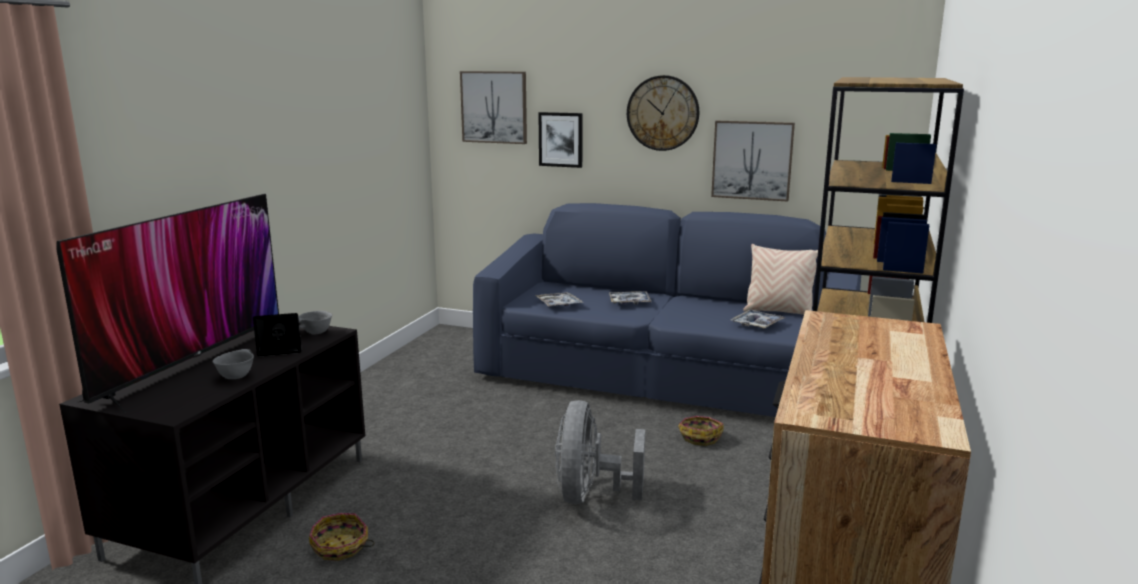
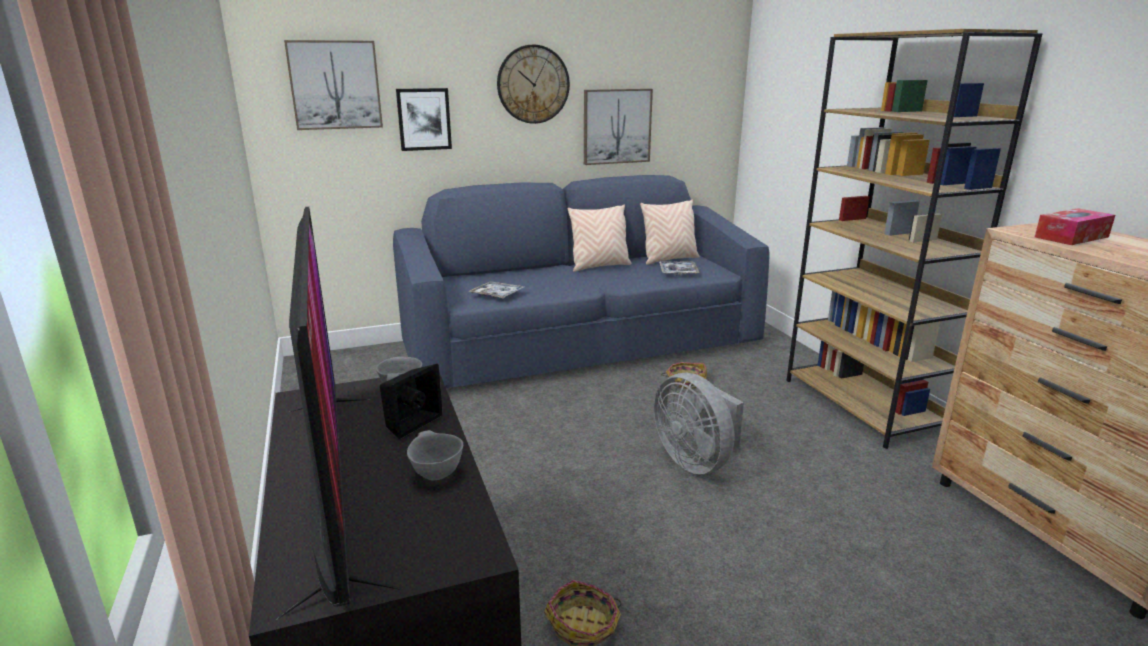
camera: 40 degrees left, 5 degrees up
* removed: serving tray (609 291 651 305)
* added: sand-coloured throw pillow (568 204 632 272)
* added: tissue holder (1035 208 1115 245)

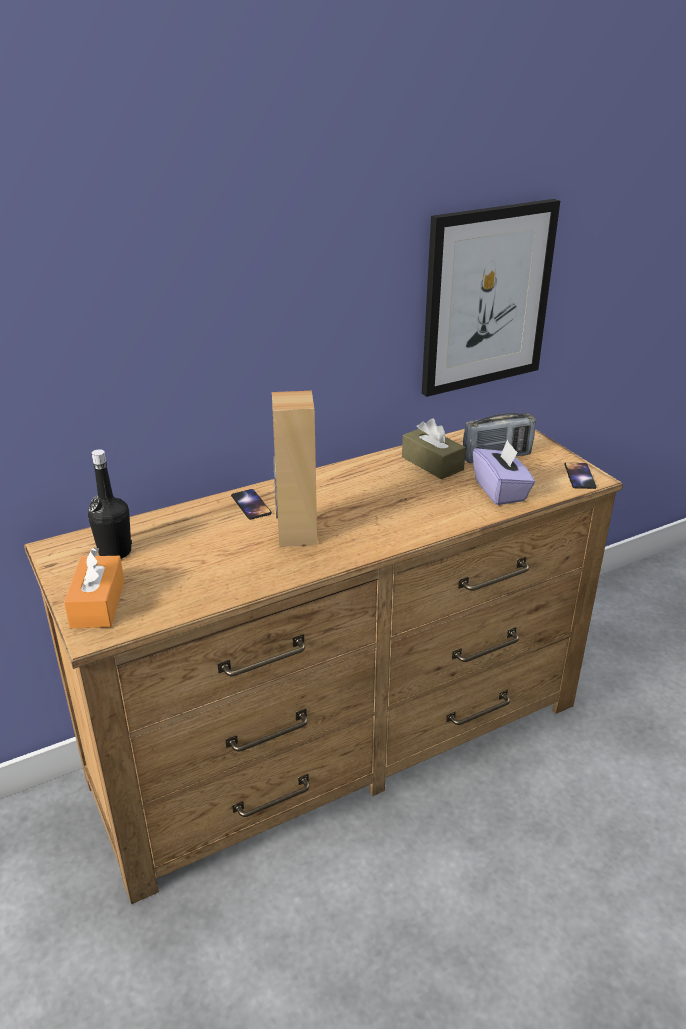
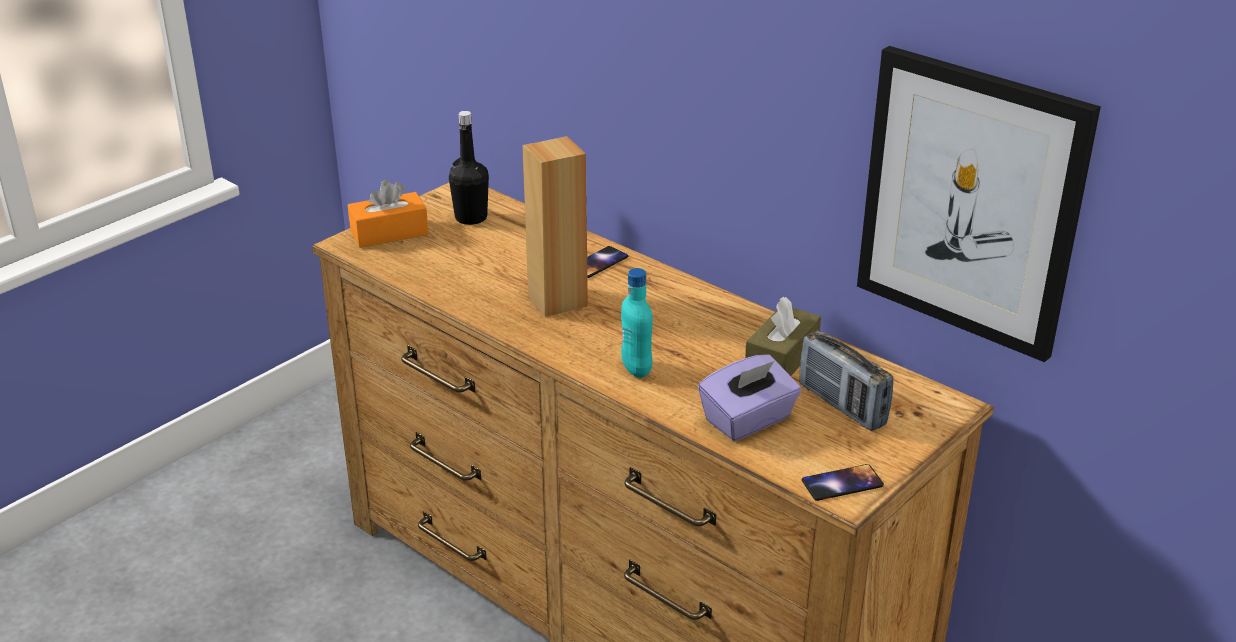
camera: 70 degrees right, 0 degrees up
* added: turquoise-coloured beverage bottle (621 268 653 378)

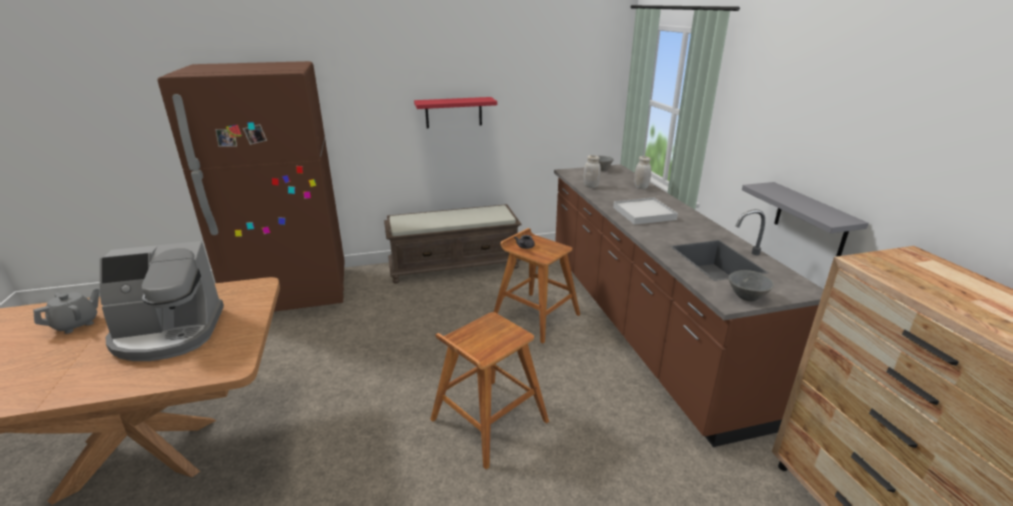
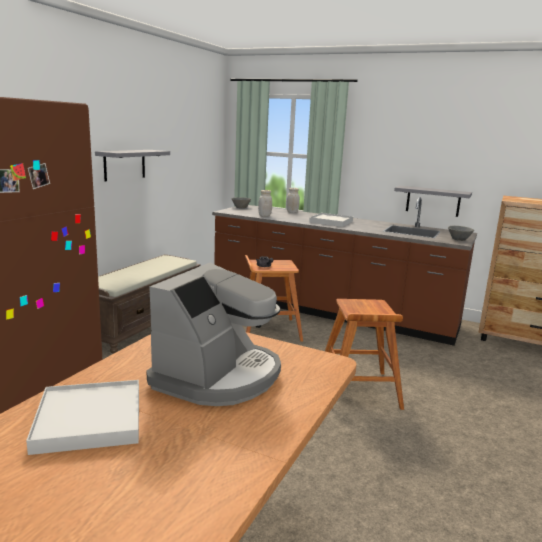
camera: 50 degrees left, 10 degrees down
* replaced: gray teapot (33 288 100 334) to white-coloured serving tray (26 380 139 455)
* recoloured: red-coloured wall shelf (414 97 497 128) to gray wall shelf (95 150 170 182)

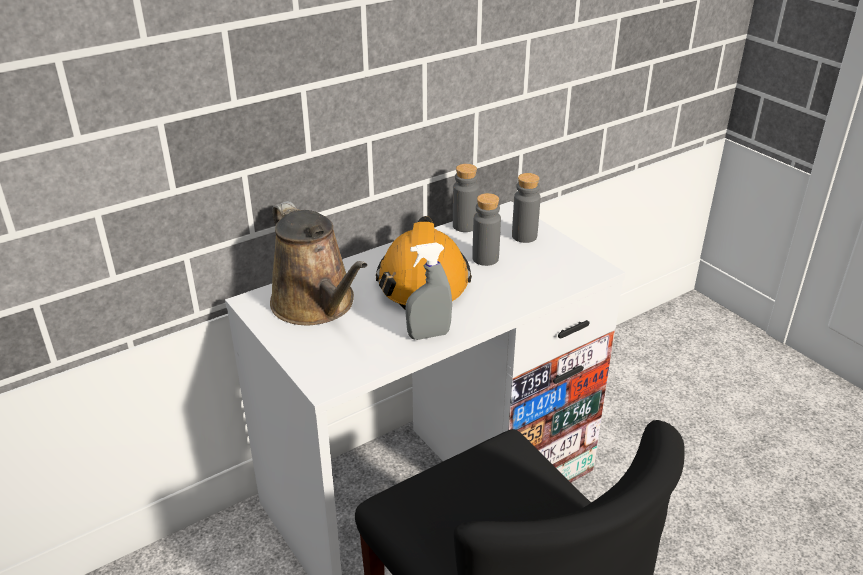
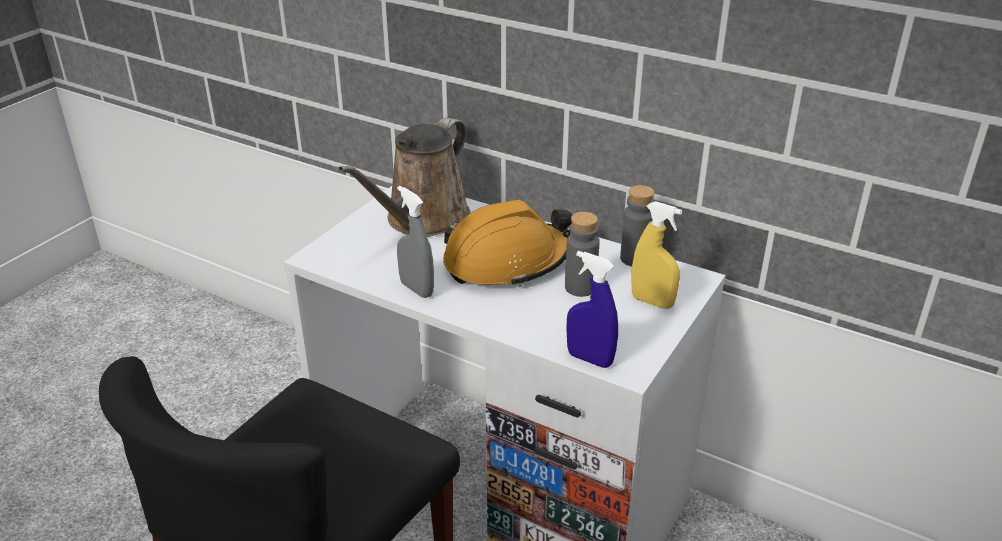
camera: 65 degrees right, 0 degrees up
* replaced: gray beverage bottle (512 173 541 243) to yellow-coloured spray bottle (632 201 682 309)
* added: blue-coloured spray bottle (567 251 618 368)

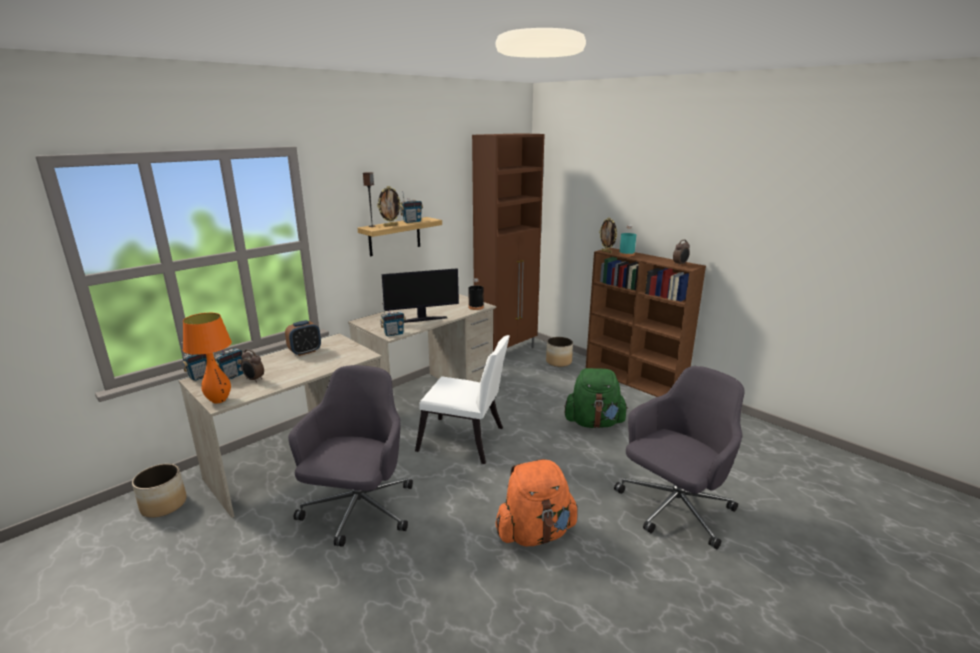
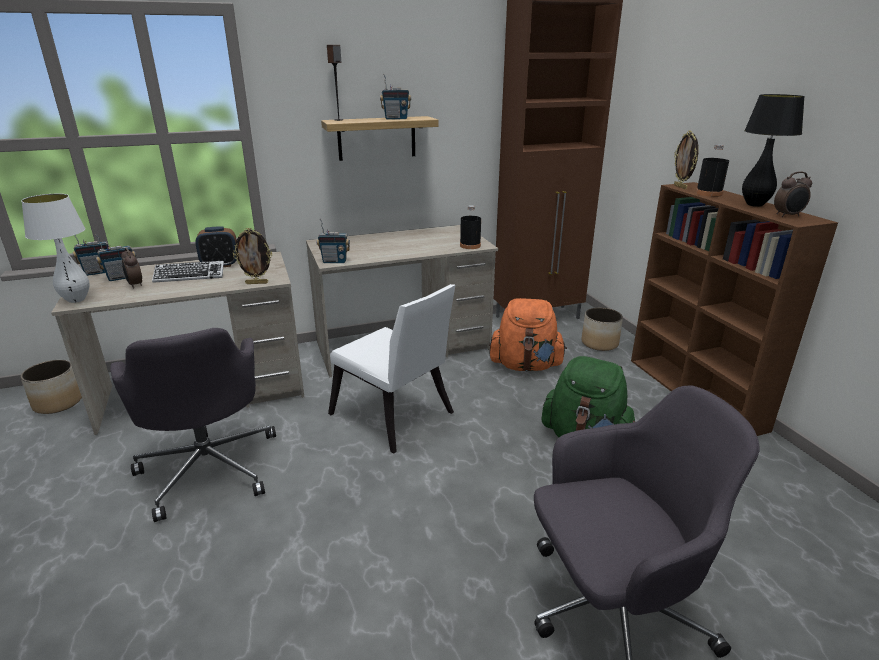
camera: 25 degrees right, 5 degrees up
* recoloured: orange table lamp (183 313 232 404) to white-coloured table lamp (21 194 90 303)
* turned: gray computer chair (288 365 413 547) = (110 328 276 522) 120 degrees clockwise
* moved: standing frame (377 186 402 227) to (233 228 272 284)
* removed: computer display (382 268 459 323)
* moved: orange backpack (495 459 577 546) to (489 298 567 371)
* recoloured: turquoise-coloured beverage bottle (619 225 636 257) to blackish beverage bottle (696 144 729 197)
* added: keyboard (152 261 224 283)
* added: blackish table lamp (742 94 805 207)

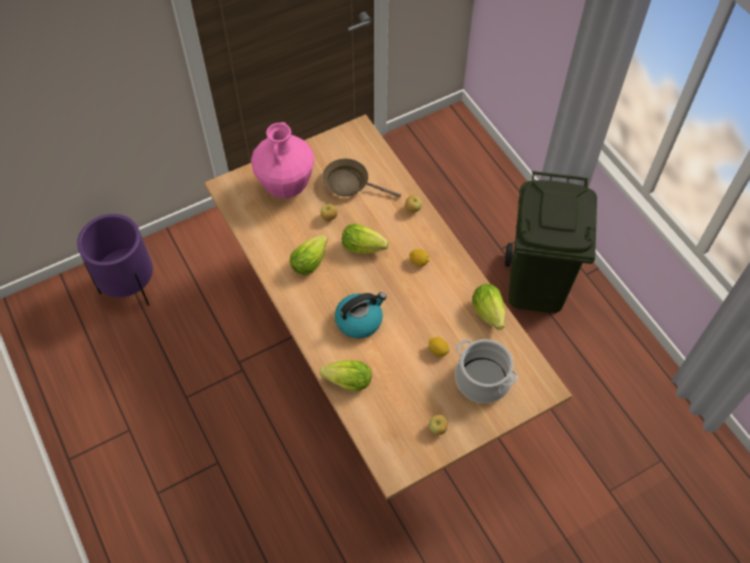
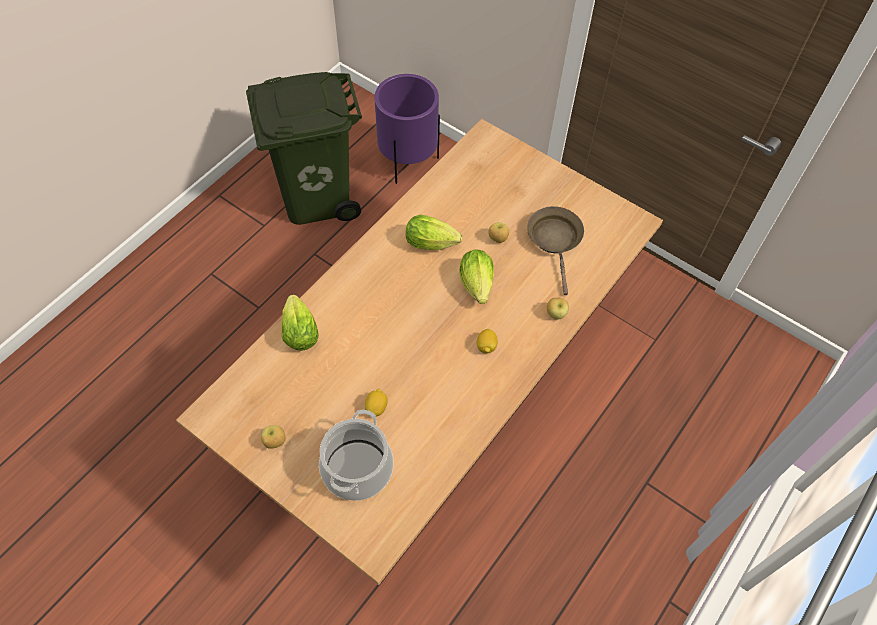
camera: 65 degrees right, 0 degrees up
* removed: pink-coloured flower vase (251 122 314 199)
* removed: water kettle (335 292 387 338)
* removed: head of lettuce (472 284 505 330)
* moved: green rubbish bin (505 171 597 313) to (246 72 362 225)

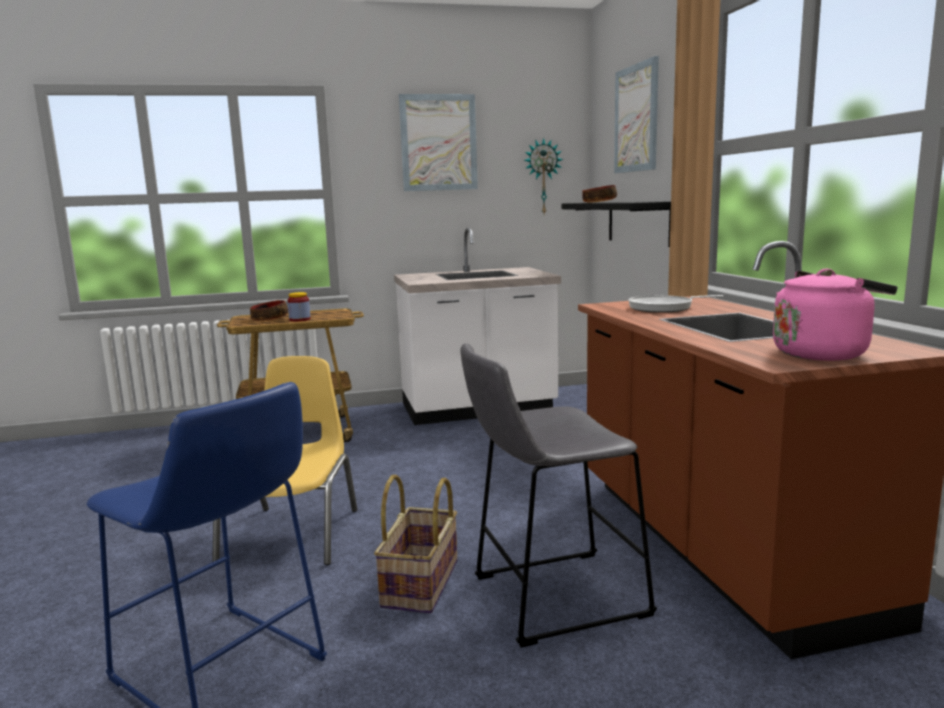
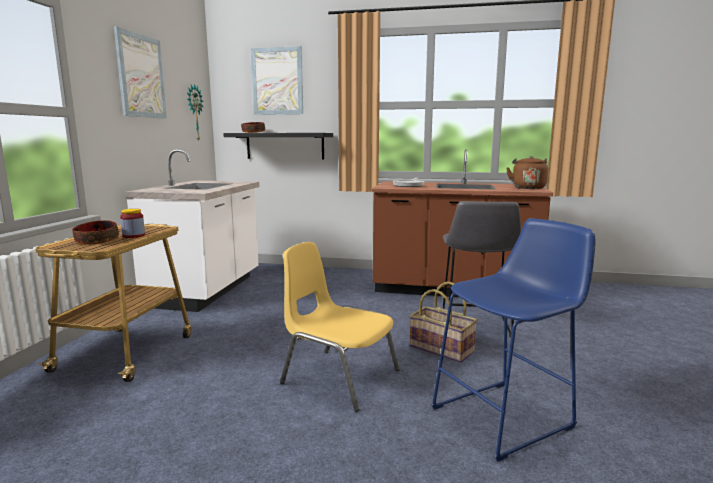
camera: 65 degrees left, 0 degrees up
* recoloured: pink-coloured water kettle (773 269 897 361) to brown-coloured water kettle (506 156 548 189)

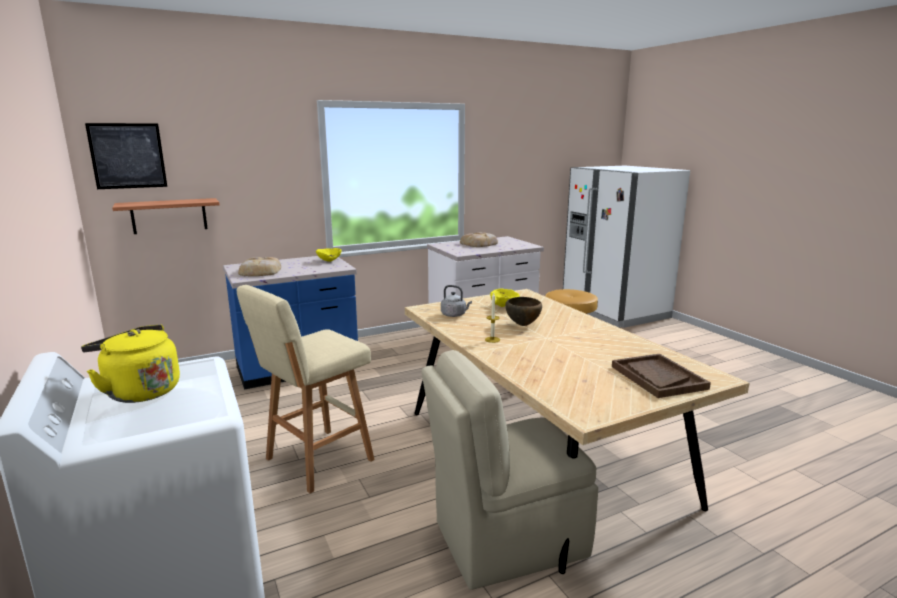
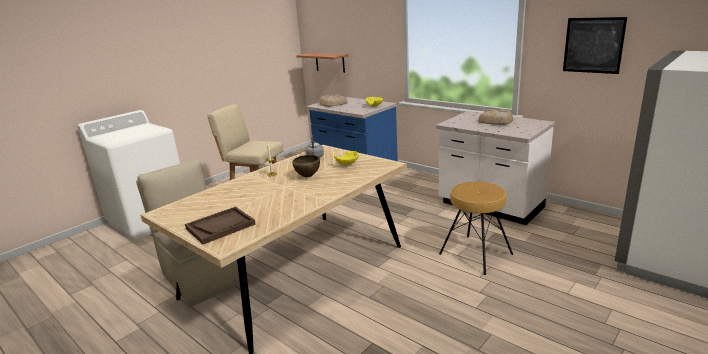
camera: 70 degrees right, 5 degrees up
* removed: yellow-coloured water kettle (81 324 180 403)
* moved: picture (85 123 167 189) to (563 17 627 74)

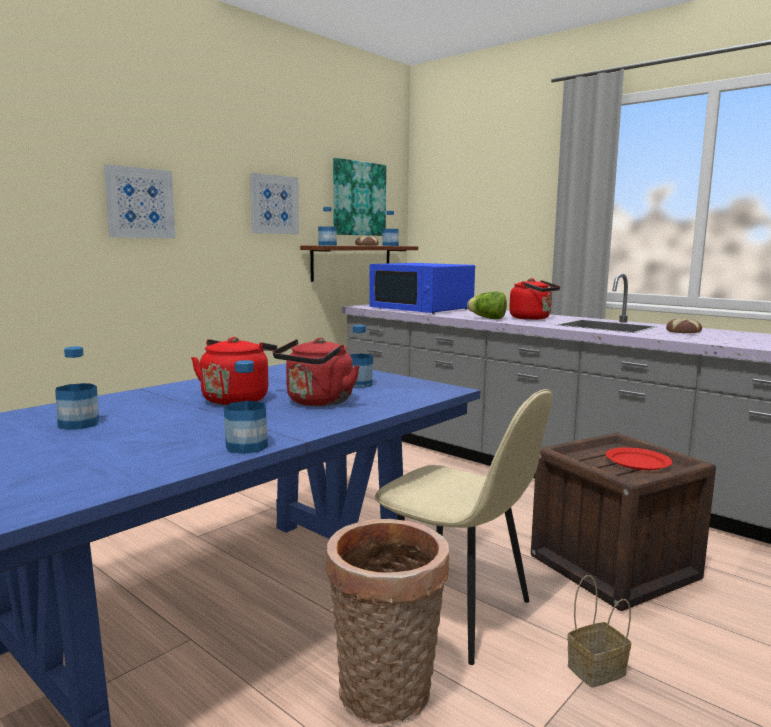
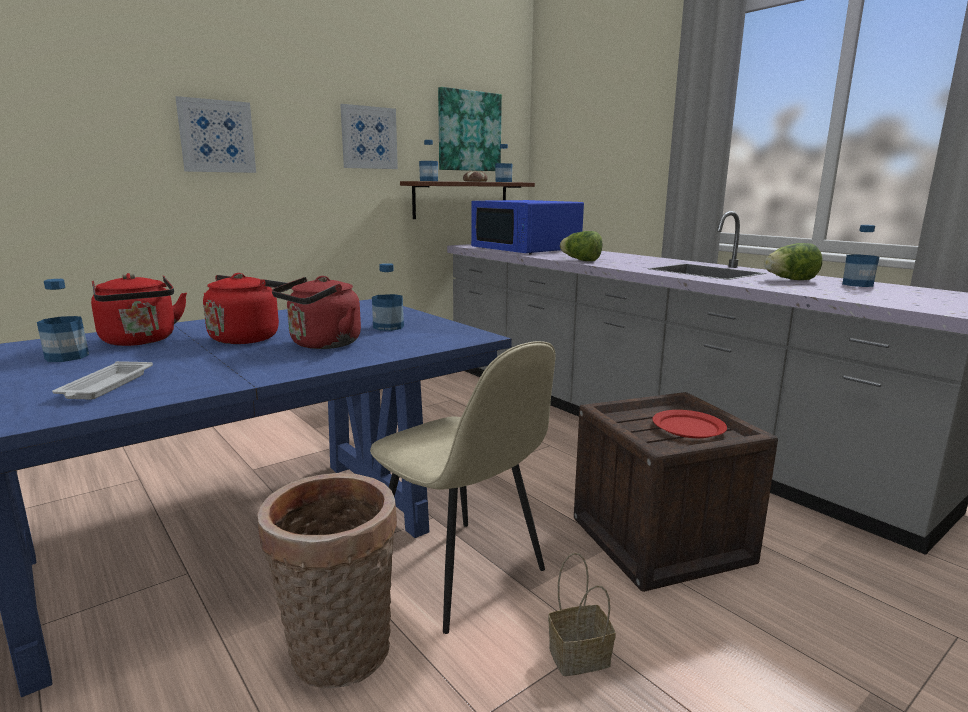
camera: 10 degrees right, 5 degrees up
* moved: beverage bottle (224 360 268 454) to (842 225 879 287)
* moved: red-coloured water kettle (509 278 560 320) to (91 273 187 346)
* replaced: baked bread (666 318 702 333) to head of lettuce (764 243 823 280)
* added: white-coloured serving tray (52 361 153 399)

